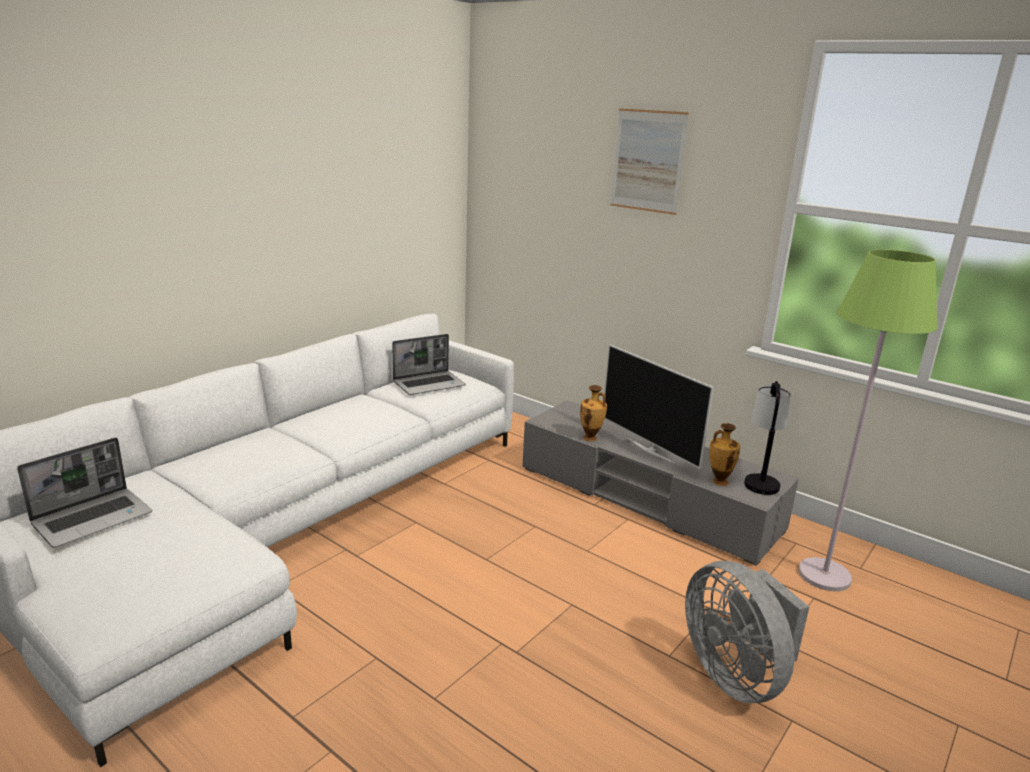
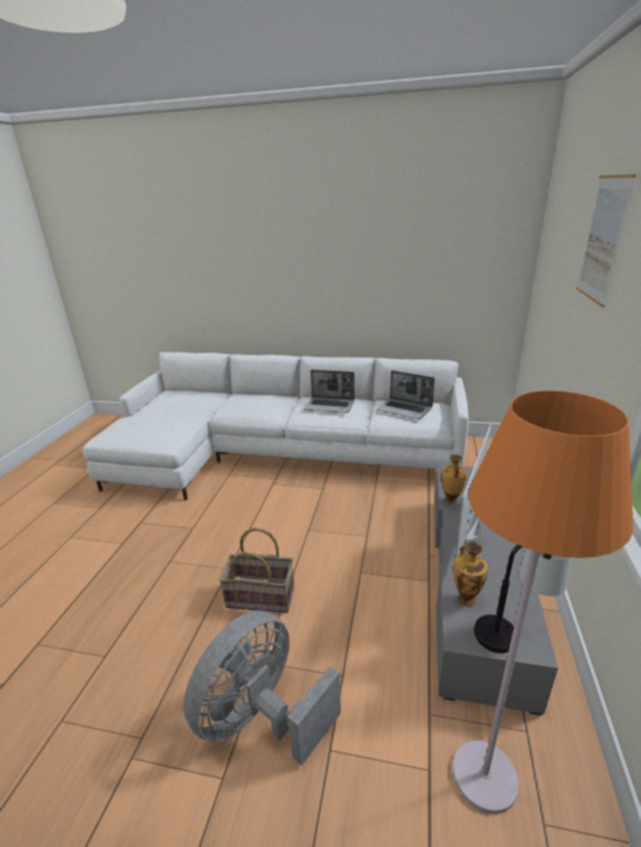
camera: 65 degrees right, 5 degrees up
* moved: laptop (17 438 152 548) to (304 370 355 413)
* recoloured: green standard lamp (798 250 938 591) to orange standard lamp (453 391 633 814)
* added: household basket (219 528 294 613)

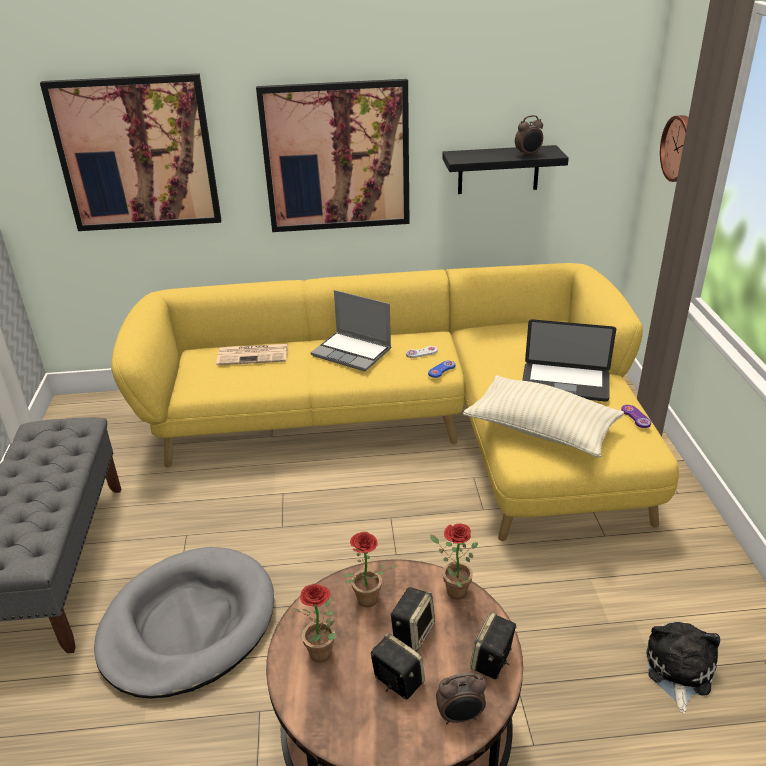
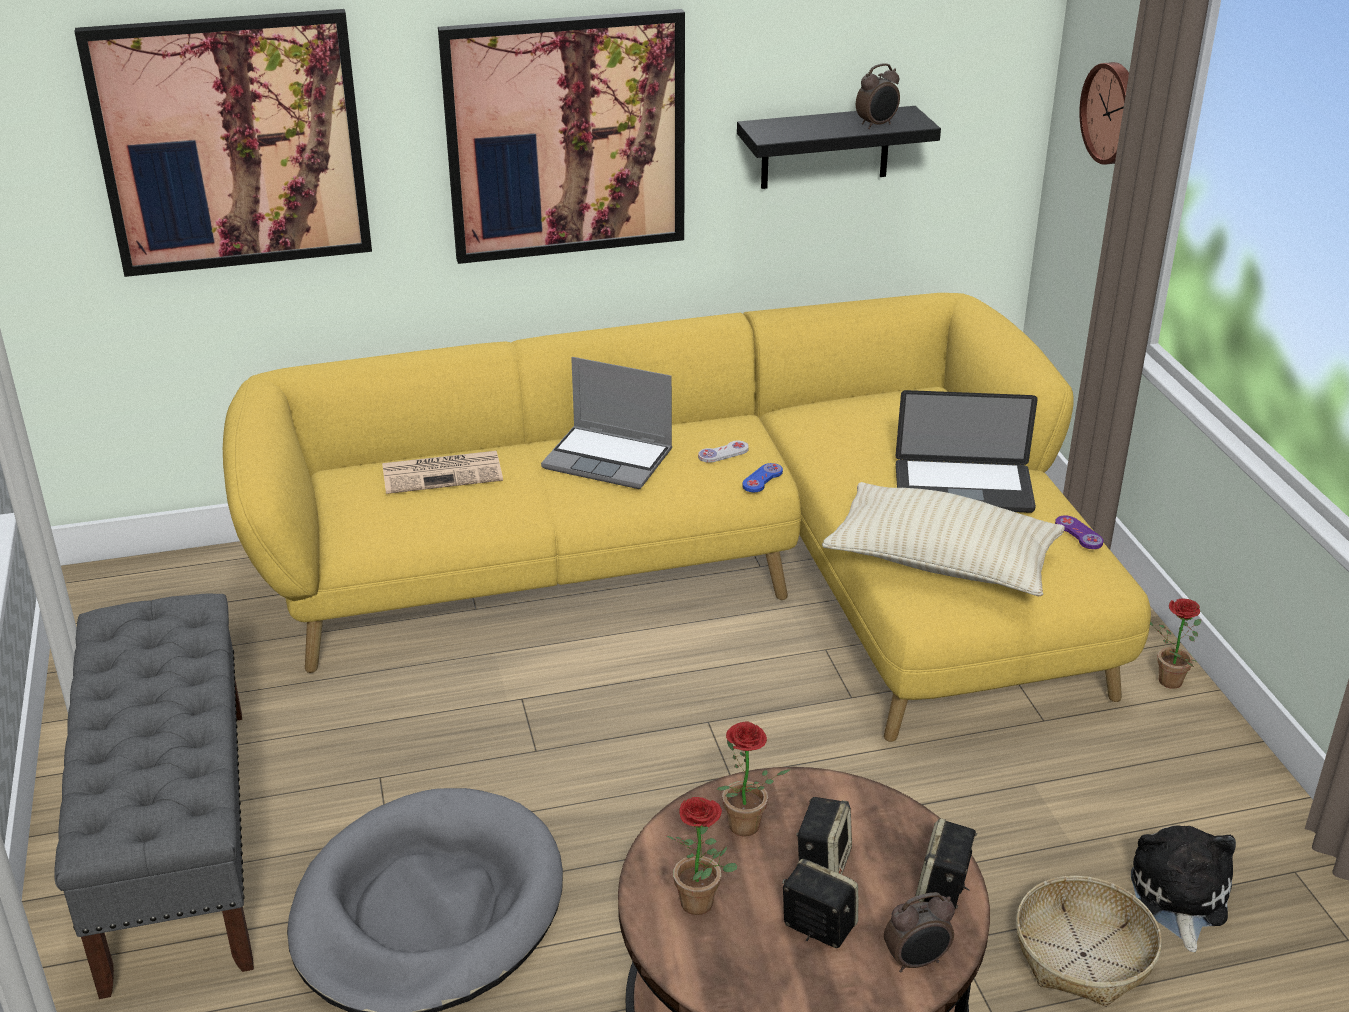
camera: 10 degrees left, 0 degrees up
* moved: plant in a pot (430 523 478 599) to (1150 599 1201 689)
* added: household basket (1016 876 1162 1006)

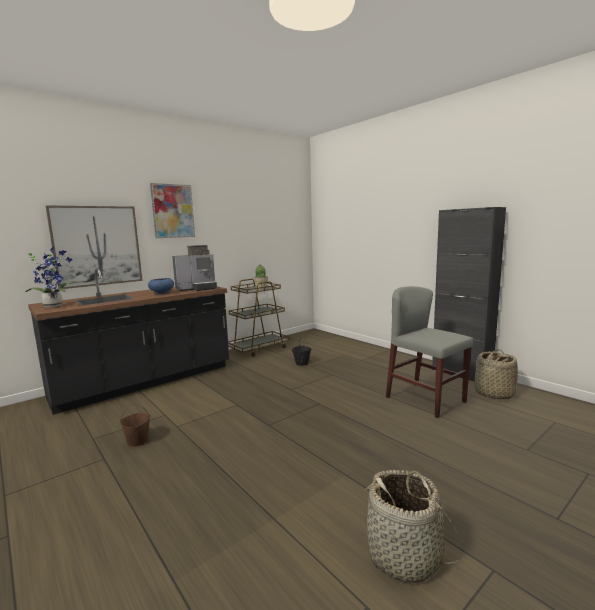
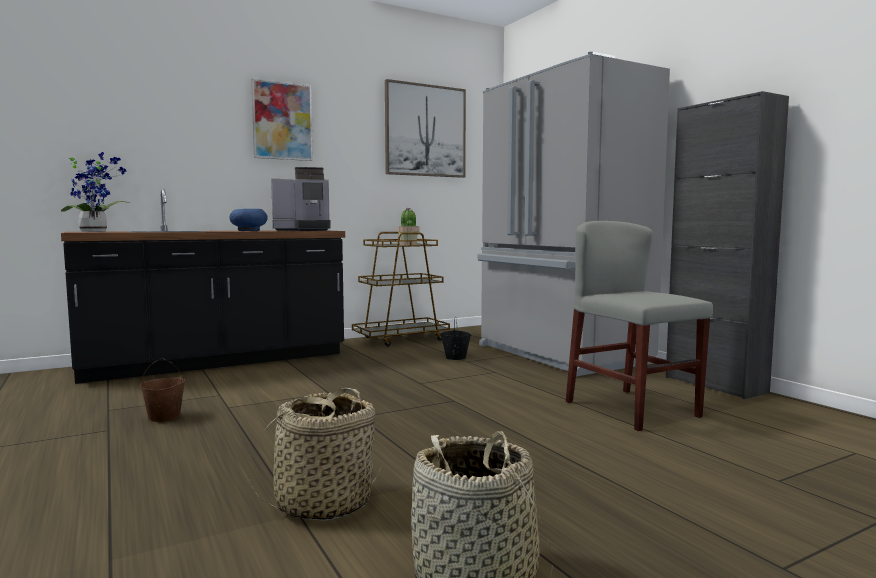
camera: 10 degrees right, 5 degrees down
* moved: picture (46 205 142 289) to (385 79 466 178)
* moved: household basket (475 349 518 399) to (248 388 381 521)
* added: gray fridge (478 52 670 376)

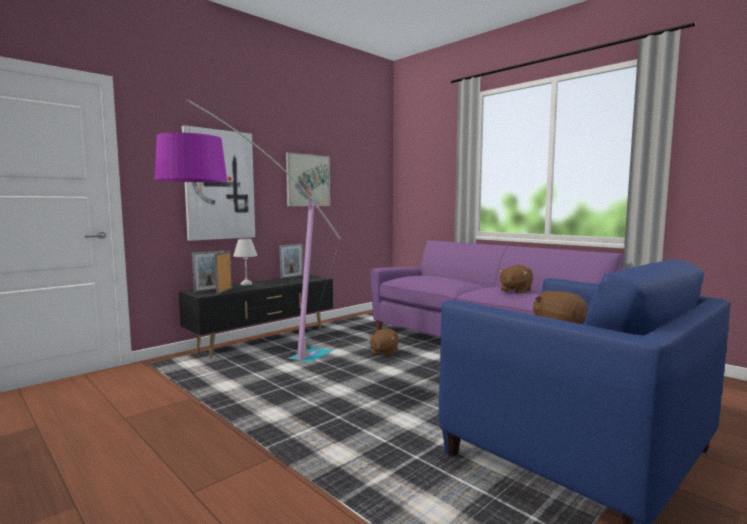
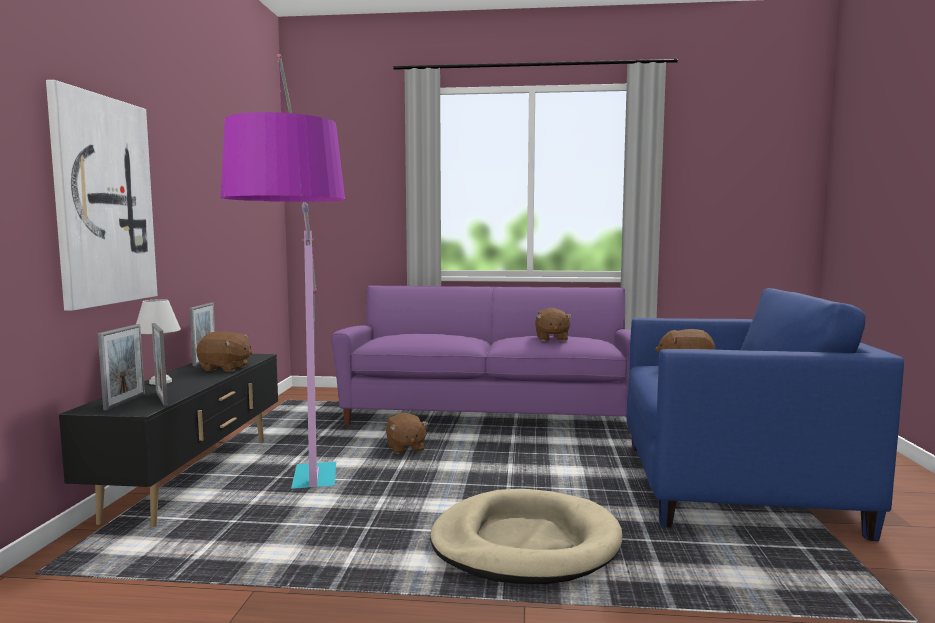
camera: 40 degrees left, 0 degrees up
* removed: picture (286 152 330 206)
* added: brown-coloured soft toy (196 332 252 372)
* added: sand-coloured dog bed (430 489 622 584)

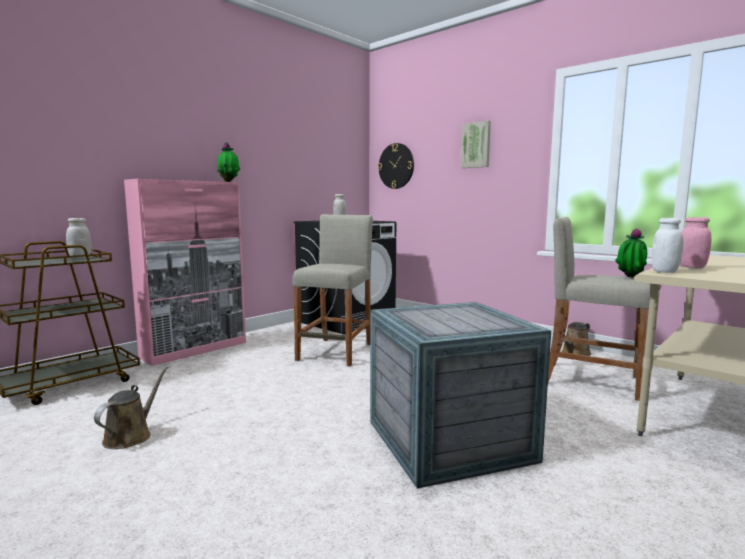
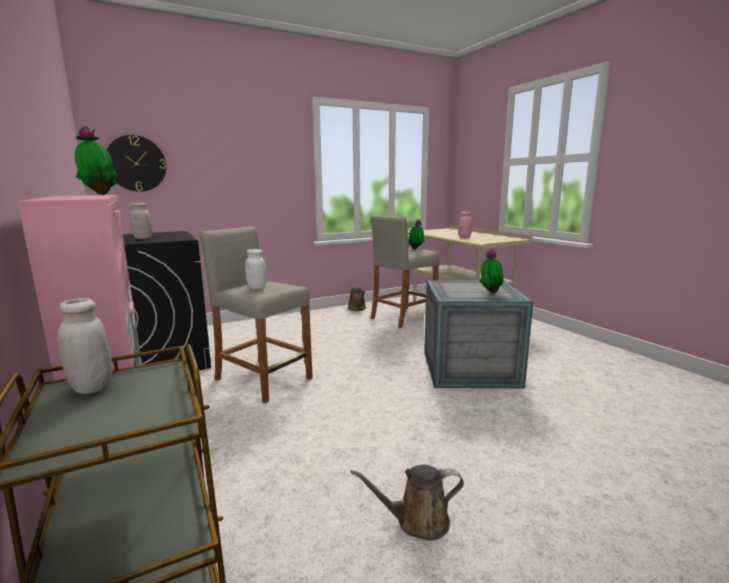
camera: 70 degrees left, 5 degrees up
* turned: brown-coloured watering pot (94 366 168 449) = (350 465 464 541) 45 degrees counterclockwise
* removed: picture (461 121 491 168)
* moved: white-coloured preserve jar (652 218 683 273) to (245 249 267 290)
* added: plant in a pot (479 249 504 293)

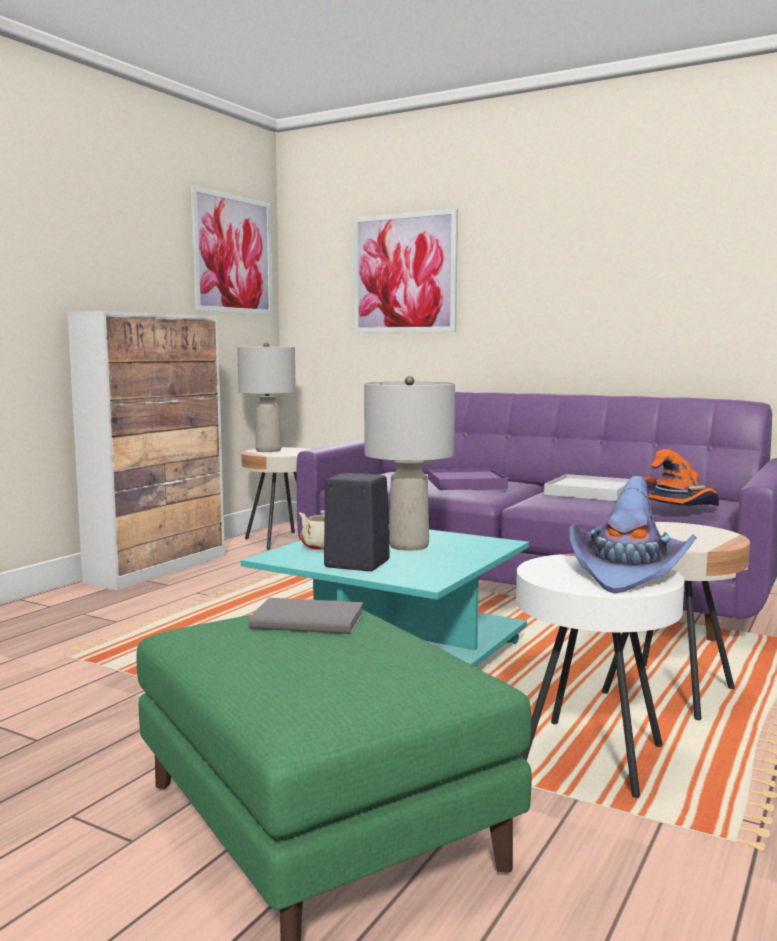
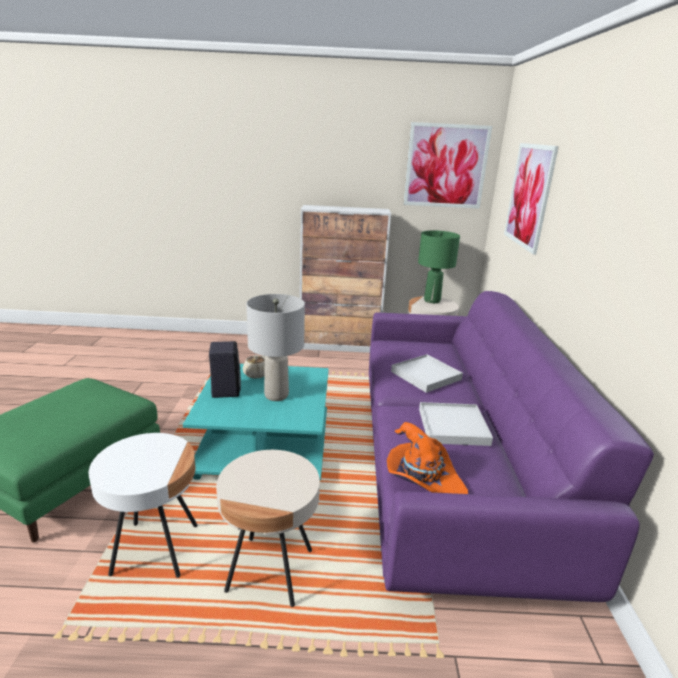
camera: 60 degrees right, 15 degrees up
* recoloured: gray table lamp (237 342 296 452) to green table lamp (418 230 460 303)
* removed: gray volume (249 598 364 634)
* recoloured: purplish serving tray (428 468 508 490) to white-coloured serving tray (391 354 463 393)
* removed: purplish hat (569 476 697 594)

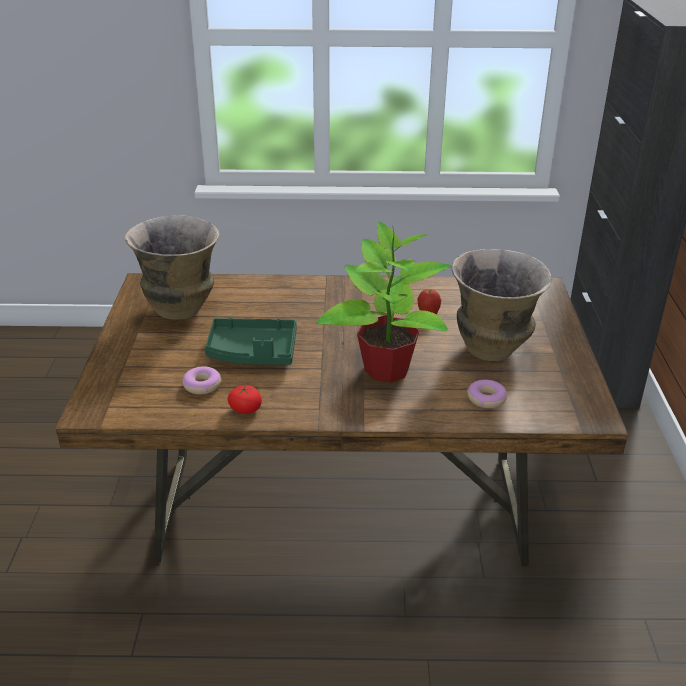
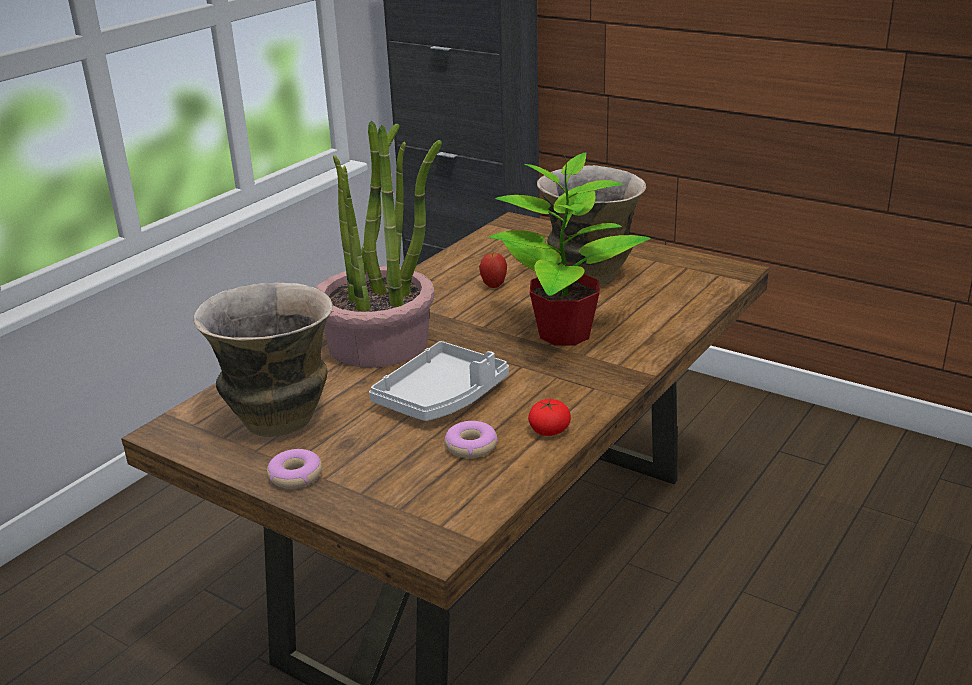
camera: 55 degrees left, 5 degrees down
* recoloured: green serving tray (205 318 297 365) to gray serving tray (369 341 509 421)
* moved: donut (467 379 507 408) to (267 449 322 489)
* added: plant in a pot (316 121 442 368)

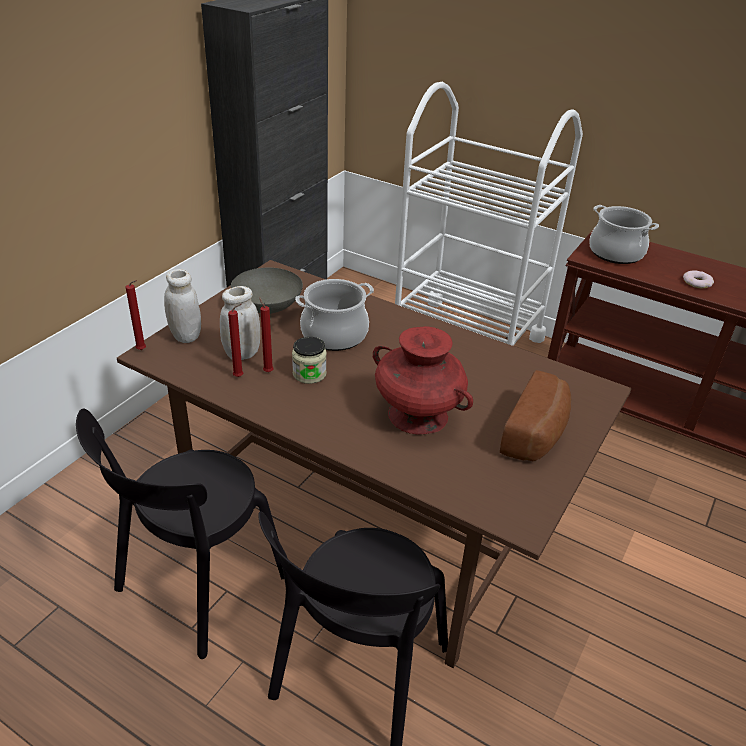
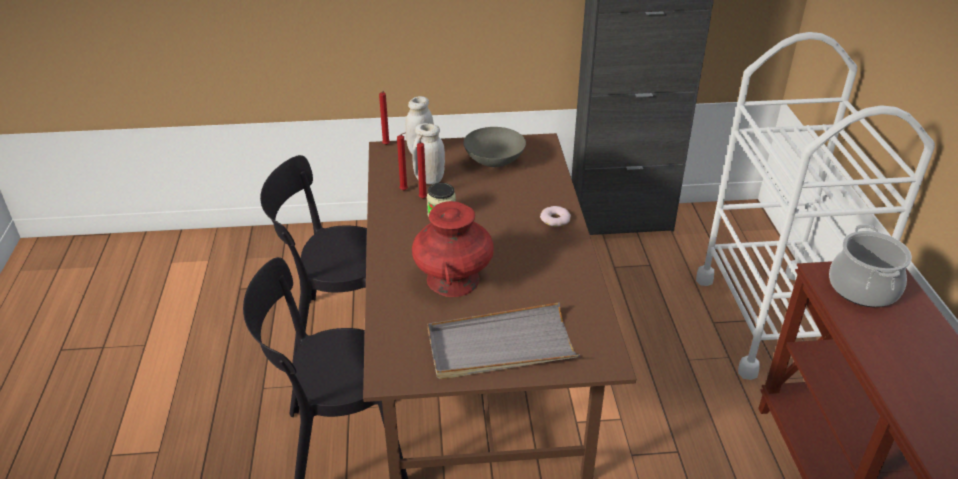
camera: 55 degrees right, 0 degrees up
* removed: cooking pot (295 279 374 351)
* replaced: baked bread (500 370 571 461) to gray serving tray (428 302 580 379)
* moved: donut (683 270 714 288) to (540 206 571 227)

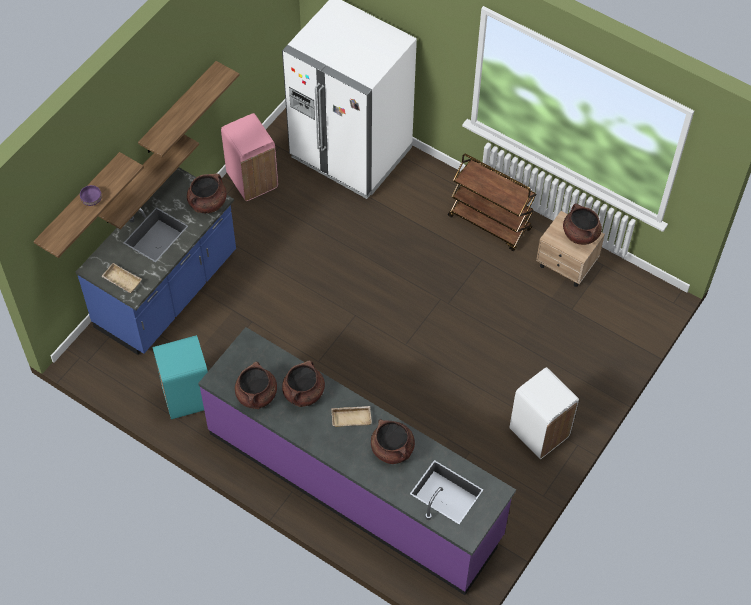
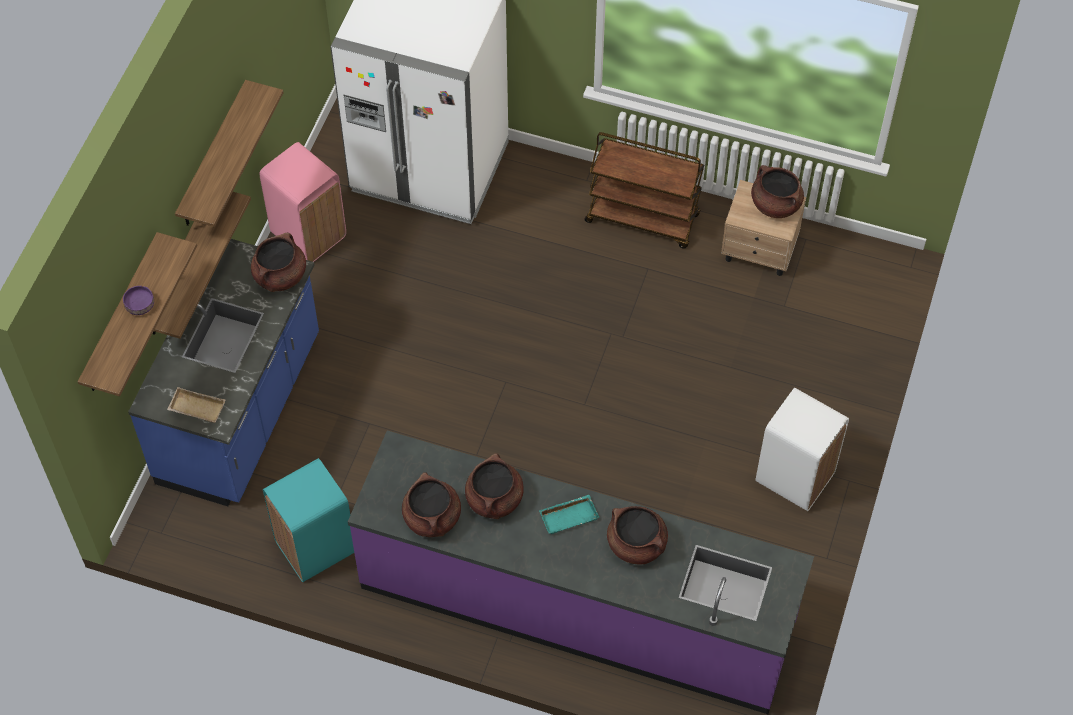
camera: 15 degrees left, 0 degrees up
* recoloured: sand-coloured serving tray (331 406 372 427) to turquoise-coloured serving tray (539 495 599 534)

